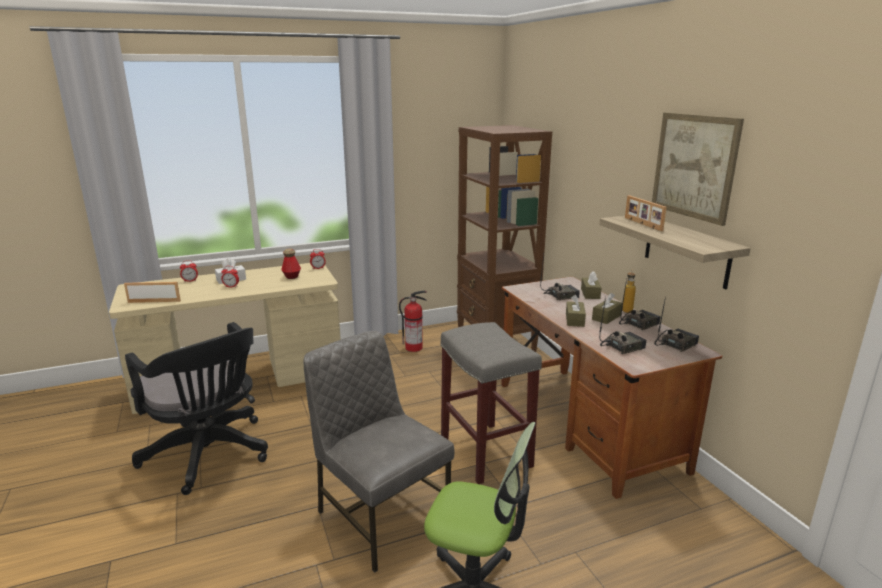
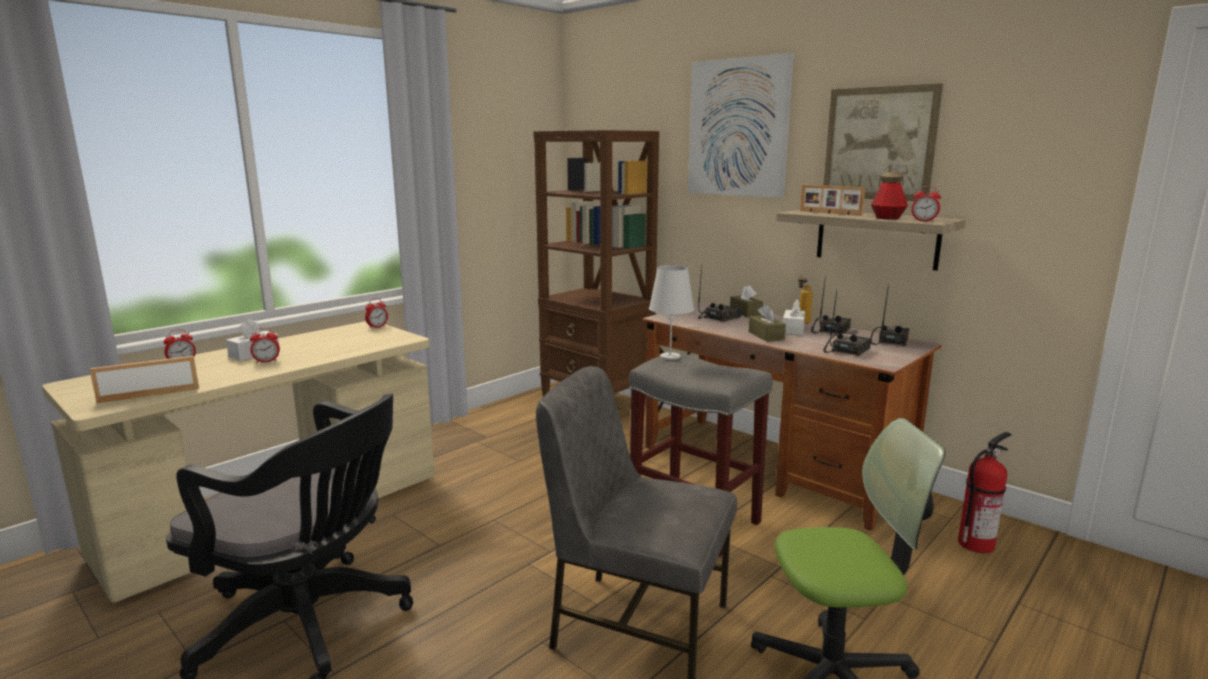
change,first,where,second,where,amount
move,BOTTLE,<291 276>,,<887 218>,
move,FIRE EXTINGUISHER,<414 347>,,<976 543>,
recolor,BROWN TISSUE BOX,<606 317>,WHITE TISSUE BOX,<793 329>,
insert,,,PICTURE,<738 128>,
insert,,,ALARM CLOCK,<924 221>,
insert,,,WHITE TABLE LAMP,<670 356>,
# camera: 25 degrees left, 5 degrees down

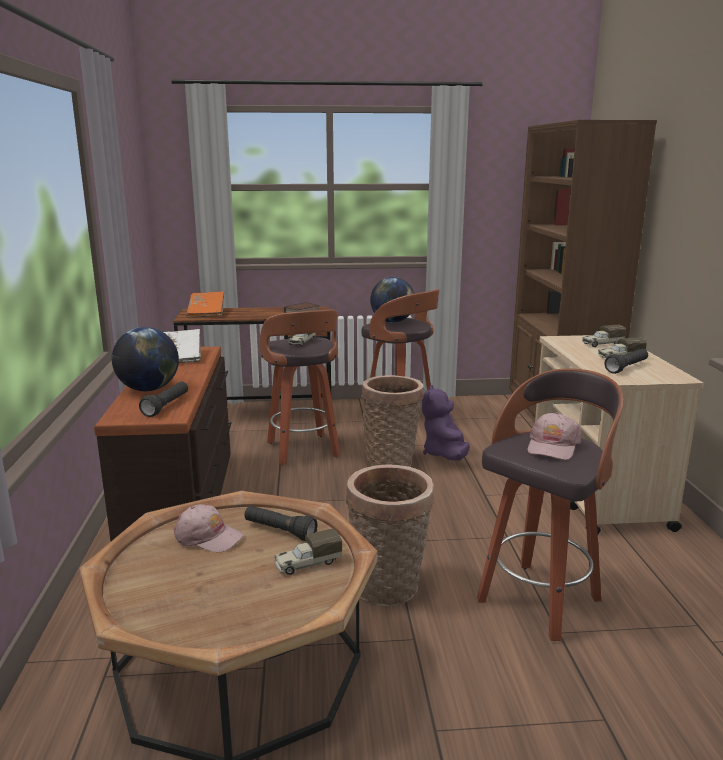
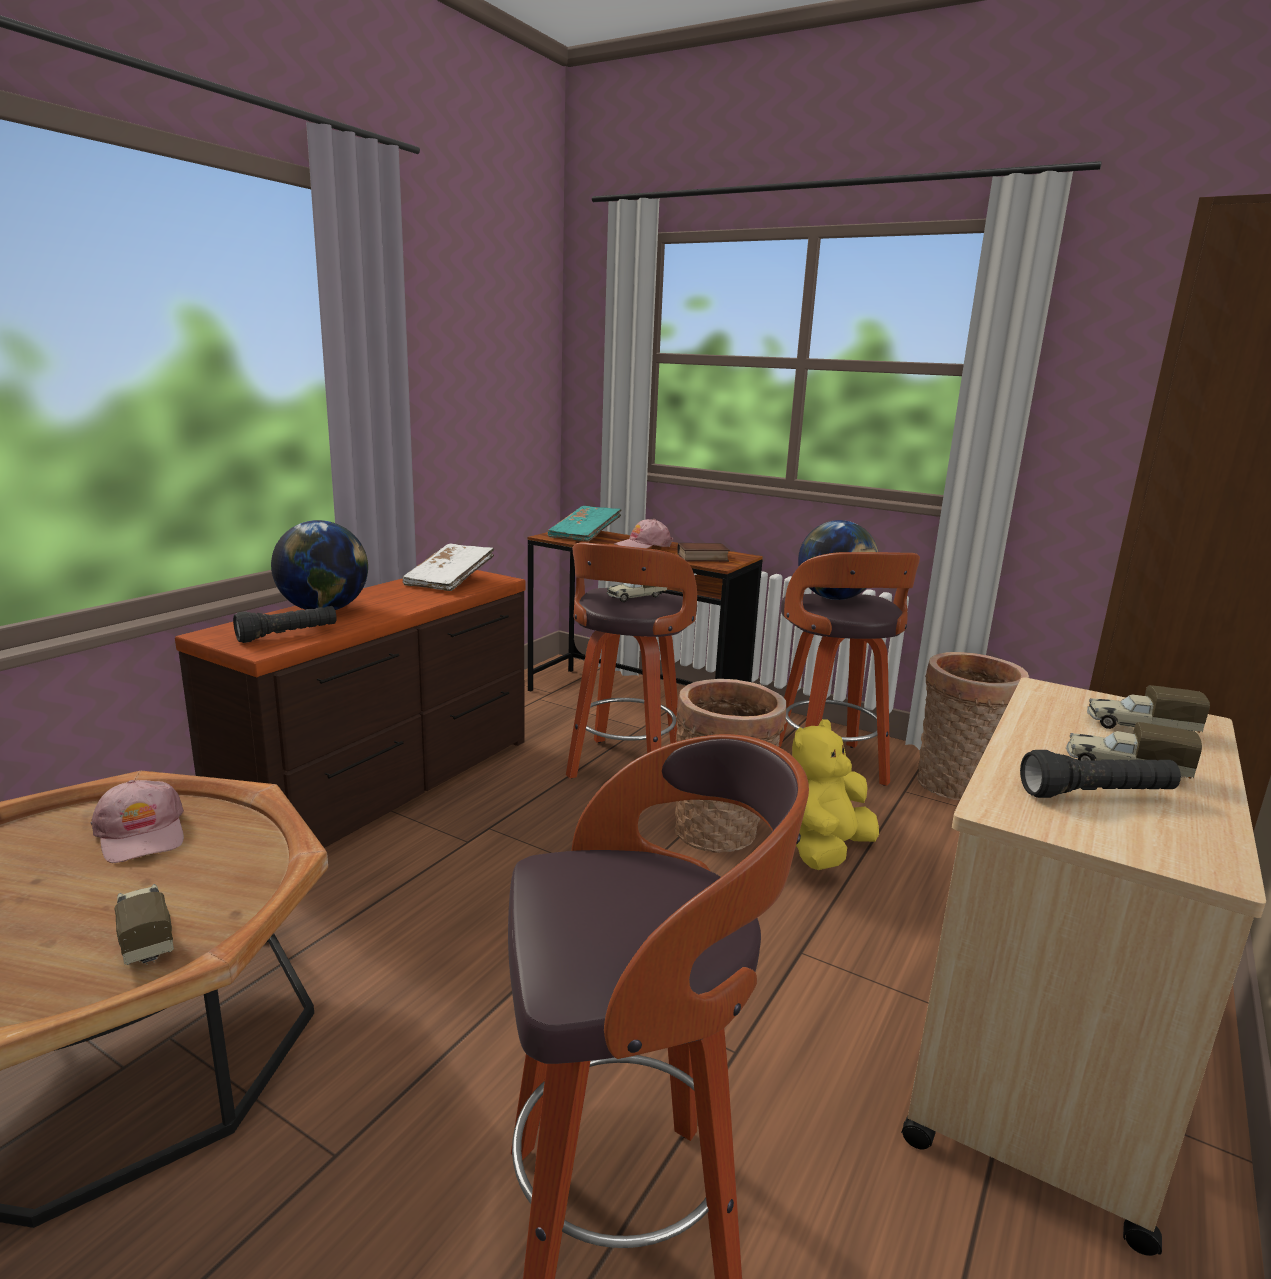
change,first,where,second,where,amount
recolor,ORANGE BOOK,<206 313>,TURQUOISE BOOK,<584 535>,
recolor,PURPLE PLUSH TOY,<445 454>,YELLOW PLUSH TOY,<826 850>,
move,PINK CAP,<552 446>,,<643 546>,
move,BASKET,<389 588>,,<957 787>,
delete,BLACK FLASHLIGHT,<279 531>,,,
rotate,TOY TRUCK,<307 564>,,<145 935>,45 degrees clockwise
# camera: 35 degrees right, 0 degrees up

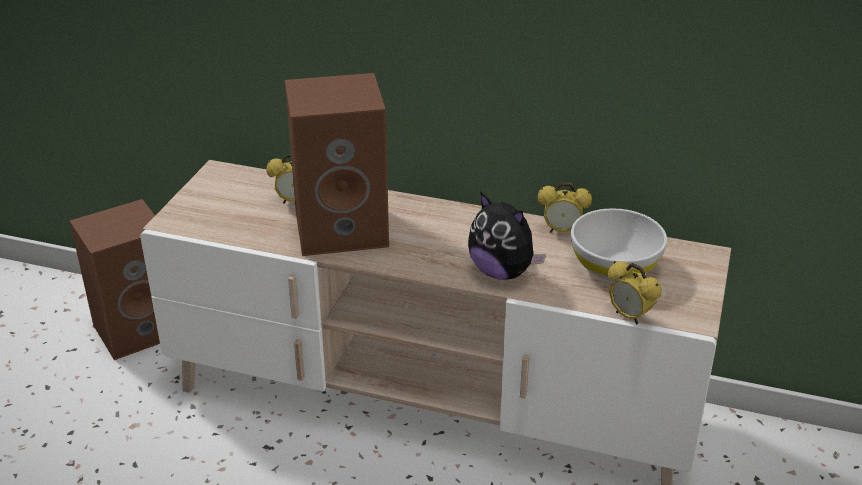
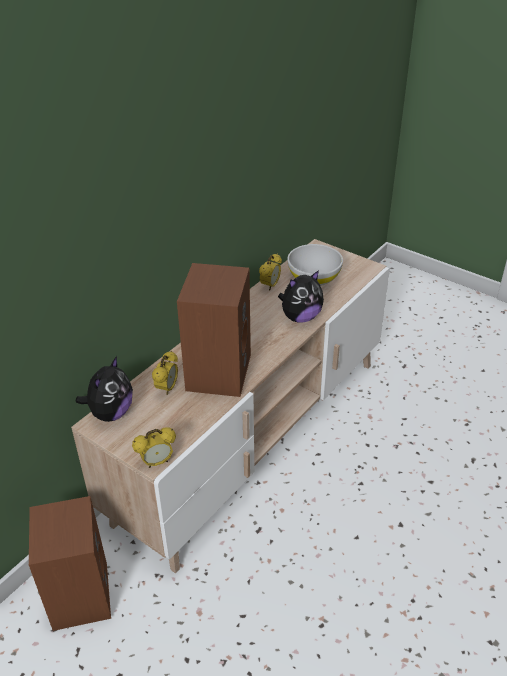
change,first,where,second,where,amount
move,ALARM CLOCK,<629 316>,,<157 462>,
insert,,,PLUSH TOY,<110 413>,
# camera: 70 degrees left, 5 degrees up

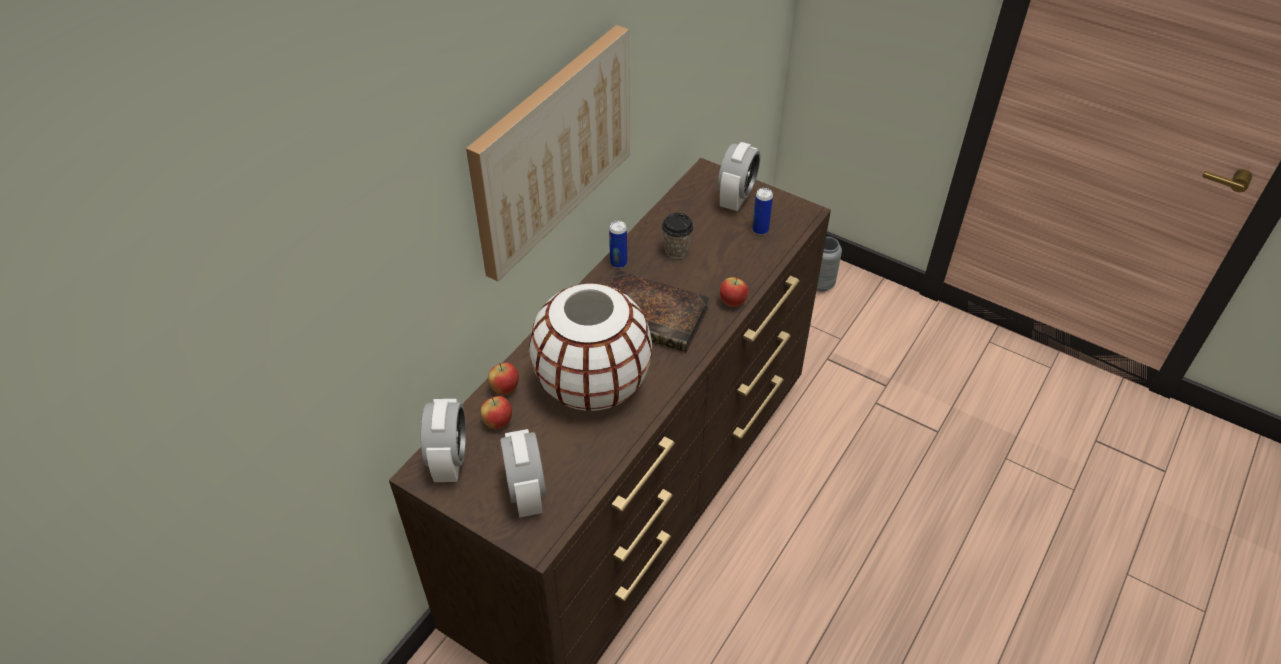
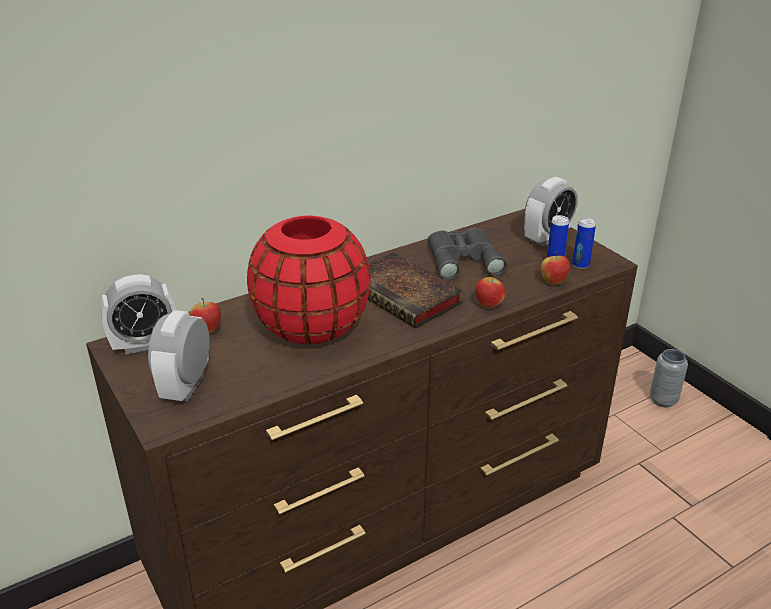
change,first,where,second,where,amount
delete,PICTURE,<551 149>,,,
replace,CUP,<676 251>,GREY BINOCULARS,<463 258>,
move,CAN,<618 263>,,<580 265>,
recolor,WHITE VASE,<592 383>,RED VASE,<312 327>,
move,APPLE,<505 389>,,<553 282>,
rotate,ALARM CLOCK,<450 460>,,<145 344>,45 degrees clockwise
# camera: 25 degrees right, 15 degrees down

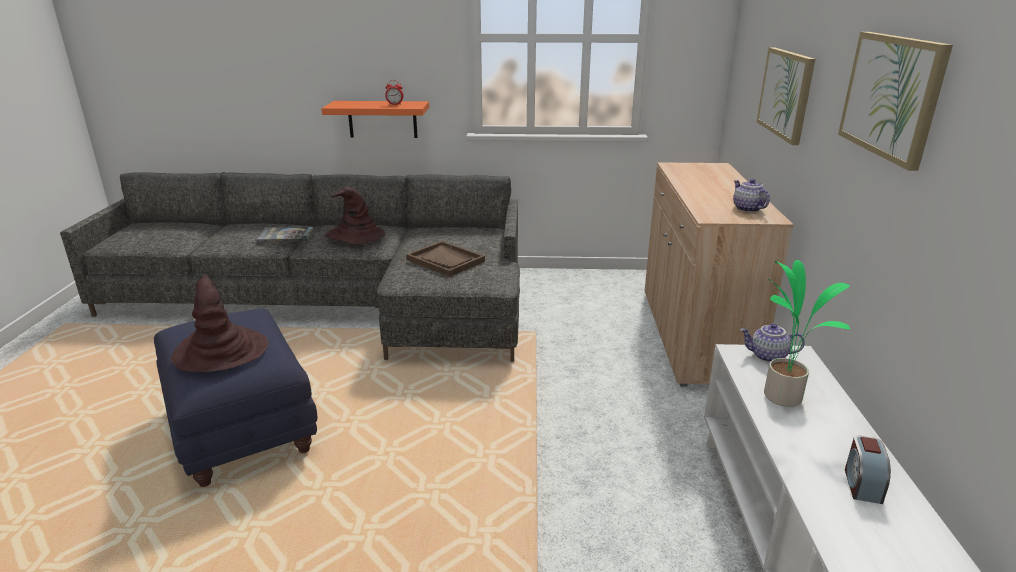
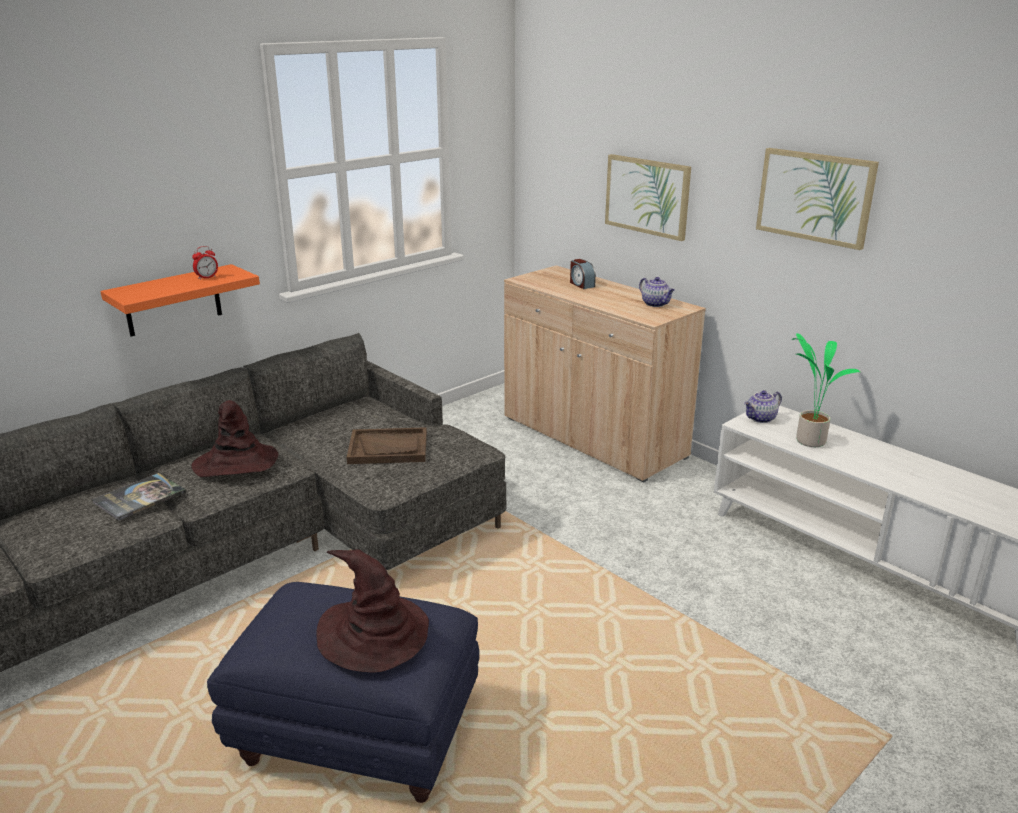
change,first,where,second,where,amount
rotate,TEAPOT,<747 208>,,<656 304>,150 degrees counterclockwise
move,ALARM CLOCK,<862 484>,,<581 284>,
# camera: 45 degrees left, 0 degrees up

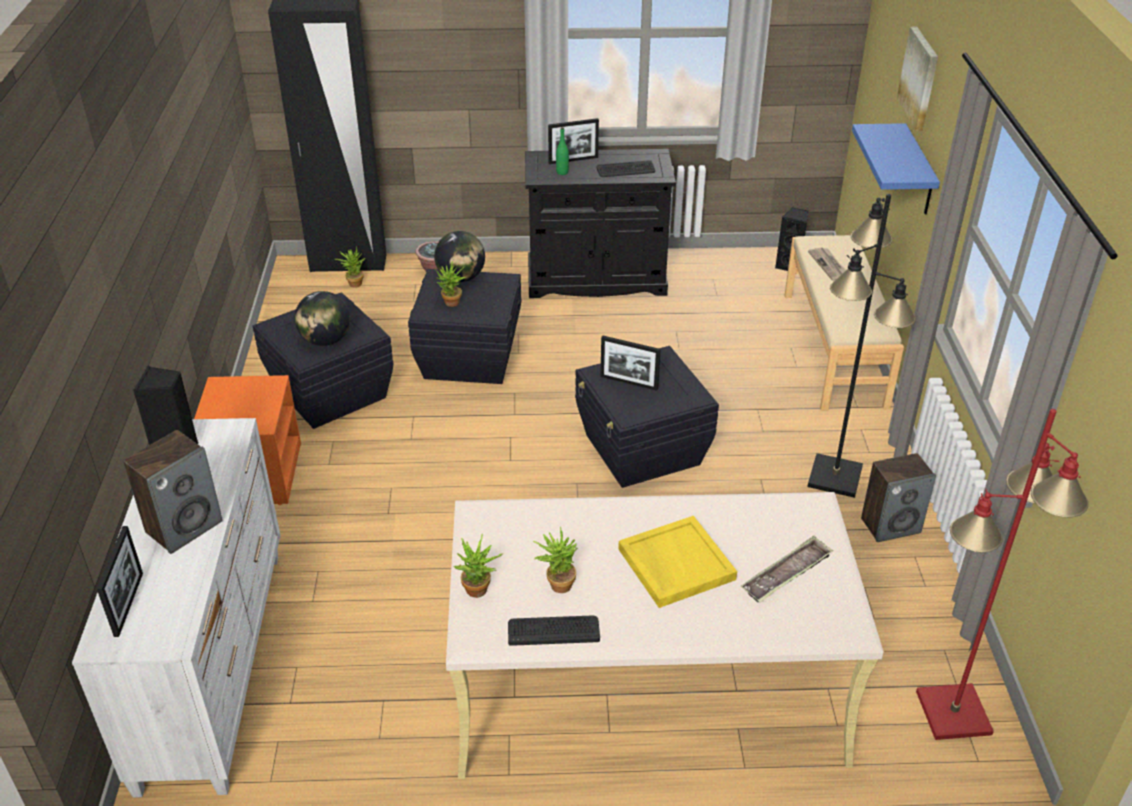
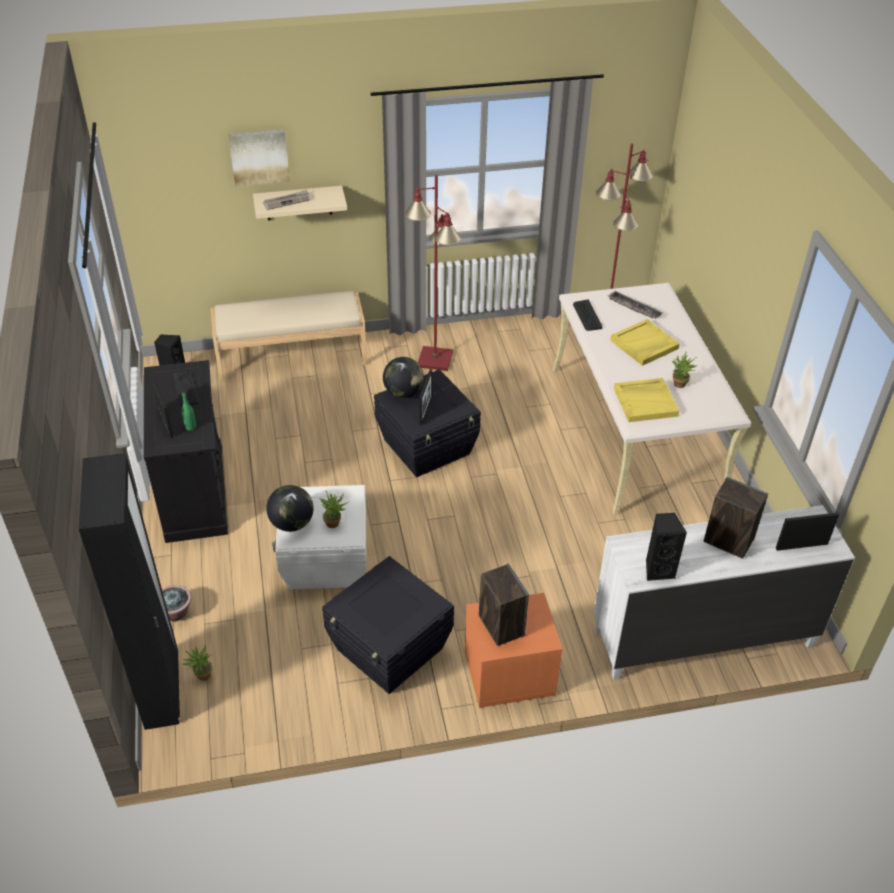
change,first,where,second,where,amount
recolor,BLUE SHELF,<918 171>,BEIGE SHELF,<299 203>,
recolor,BLACK FLOOR LAMP,<835 476>,RED FLOOR LAMP,<434 359>,
move,NEWSPAPER,<829 265>,,<287 201>,
recolor,BLACK STORAGE BOX,<468 357>,WHITE STORAGE BOX,<324 561>,
move,GLOBE,<325 340>,,<403 392>,
move,SPEAKER,<890 525>,,<500 625>,
delete,POTTED PLANT,<479 592>,,,
move,KEYBOARD,<553 630>,,<587 316>,
insert,,,YELLOW TRAY,<645 402>,
# camera: 100 degrees left, 5 degrees up

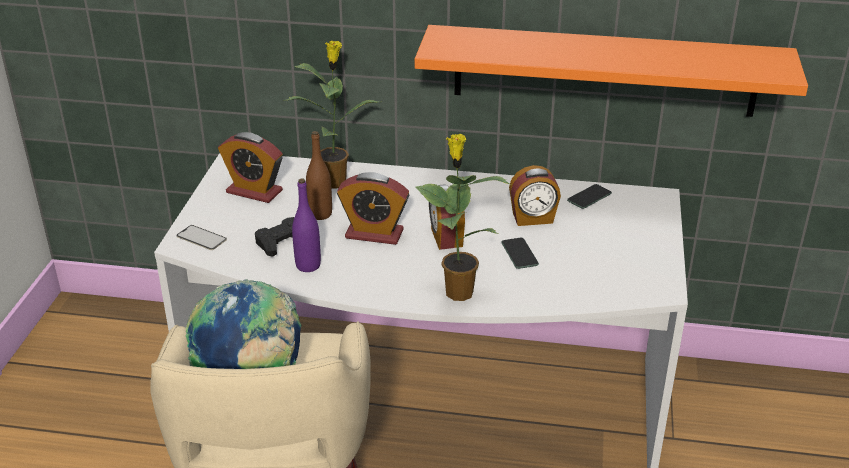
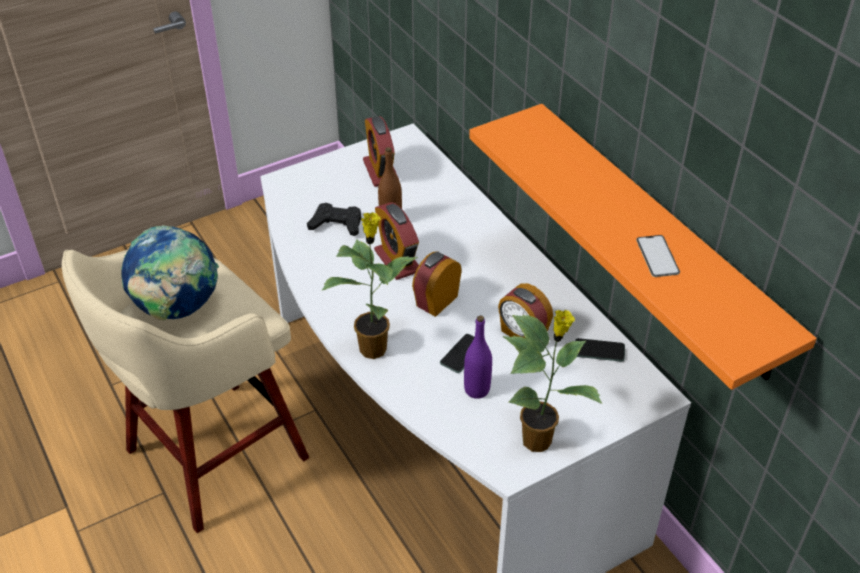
change,first,where,second,where,amount
move,POTTED PLANT,<335 181>,,<539 440>,
move,PURPLE BOTTLE,<308 265>,,<477 389>,
move,PHONE,<201 238>,,<657 256>,
# camera: 50 degrees right, 10 degrees up

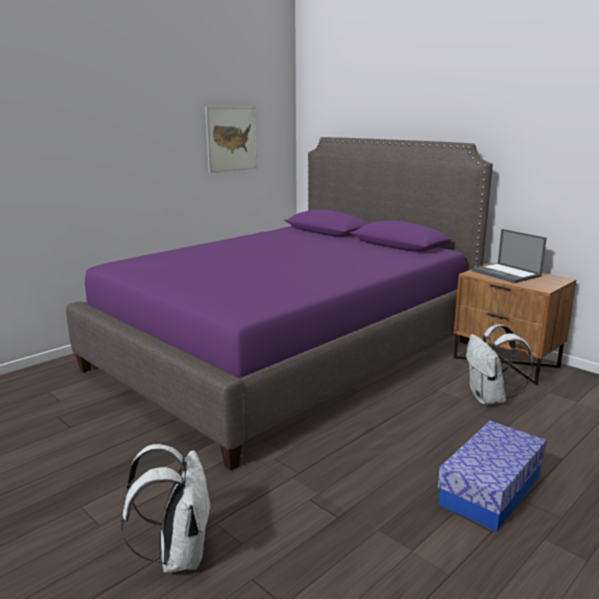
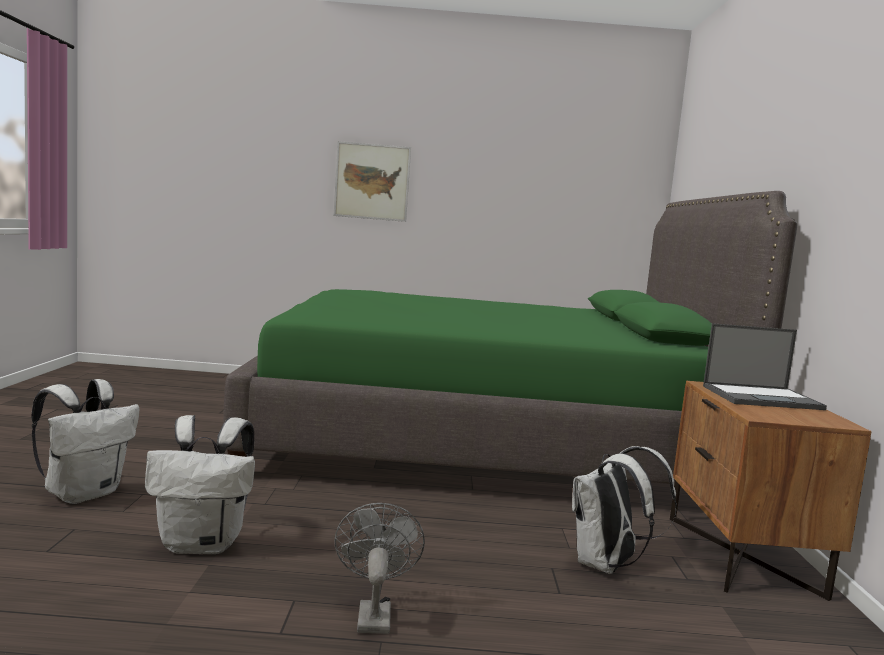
change,first,where,second,where,amount
move,PICTURE,<232 139>,,<372 182>,
recolor,PURPLE BED,<286 355>,GREEN BED,<481 442>,
rotate,LAPTOP,<507 273>,,<762 397>,105 degrees counterclockwise
replace,STORAGE BOX,<490 490>,GREY FAN,<373 613>,
insert,,,WHITE BACKPACK,<203 544>,
# camera: 45 degrees right, 10 degrees down

